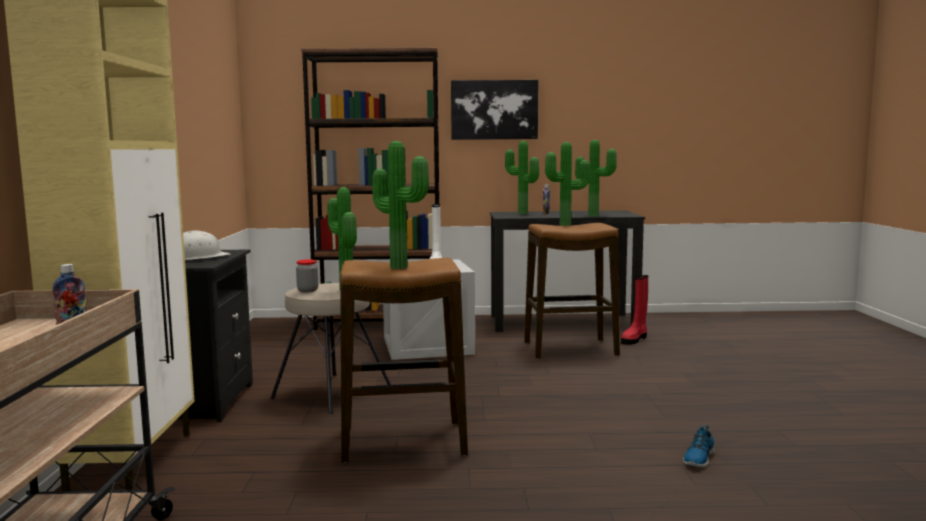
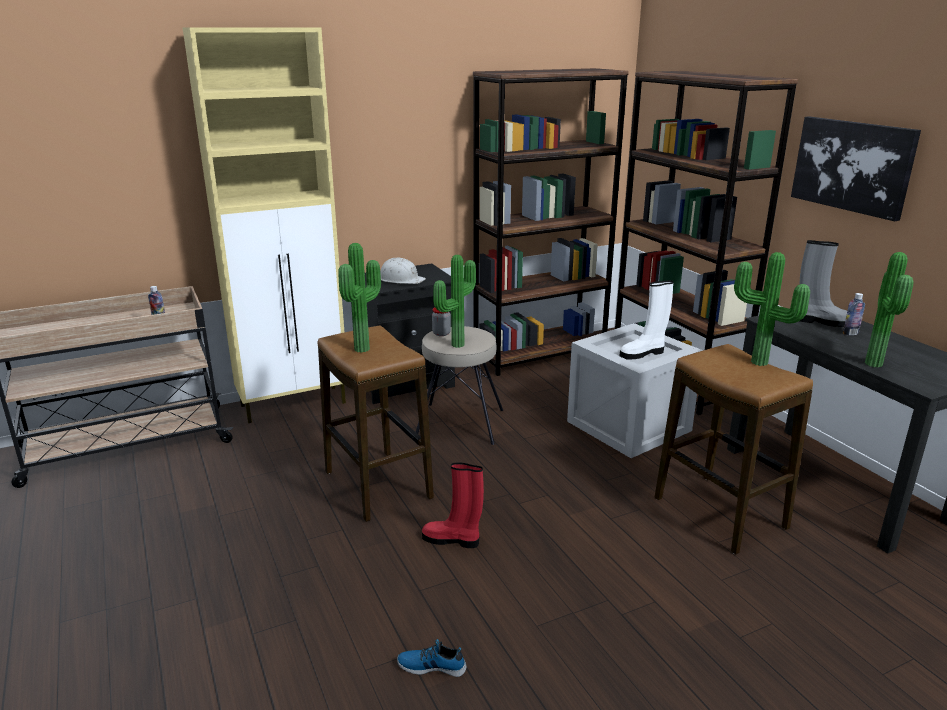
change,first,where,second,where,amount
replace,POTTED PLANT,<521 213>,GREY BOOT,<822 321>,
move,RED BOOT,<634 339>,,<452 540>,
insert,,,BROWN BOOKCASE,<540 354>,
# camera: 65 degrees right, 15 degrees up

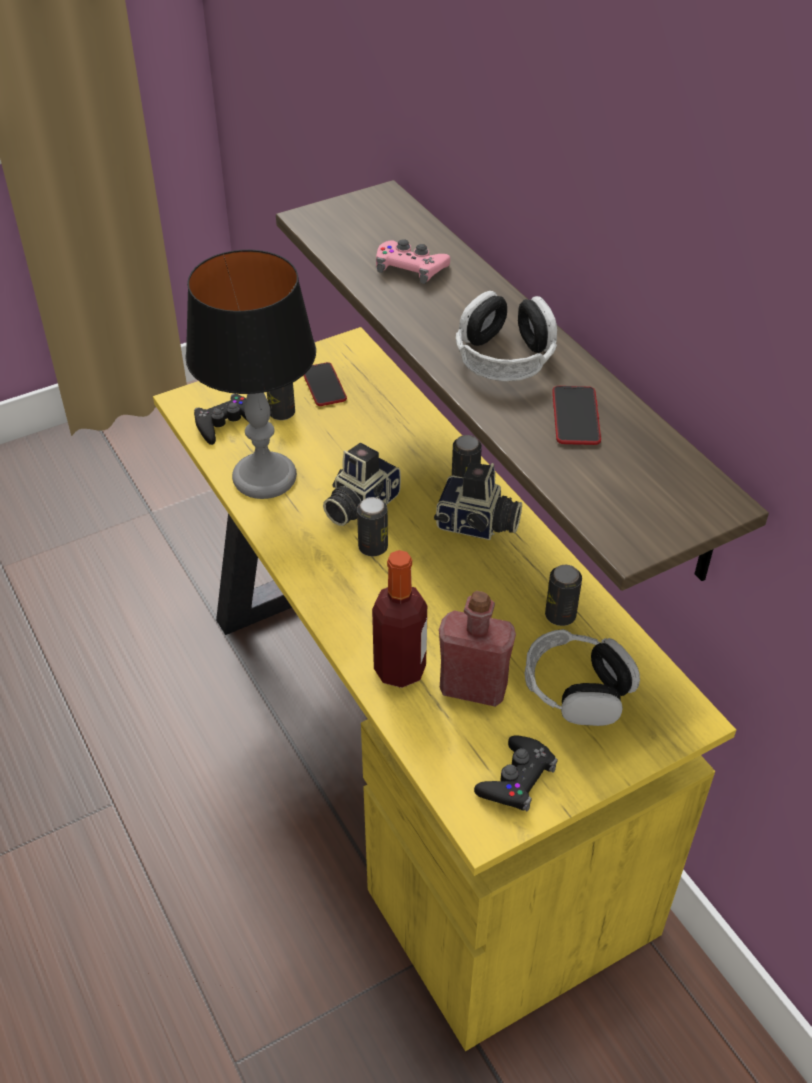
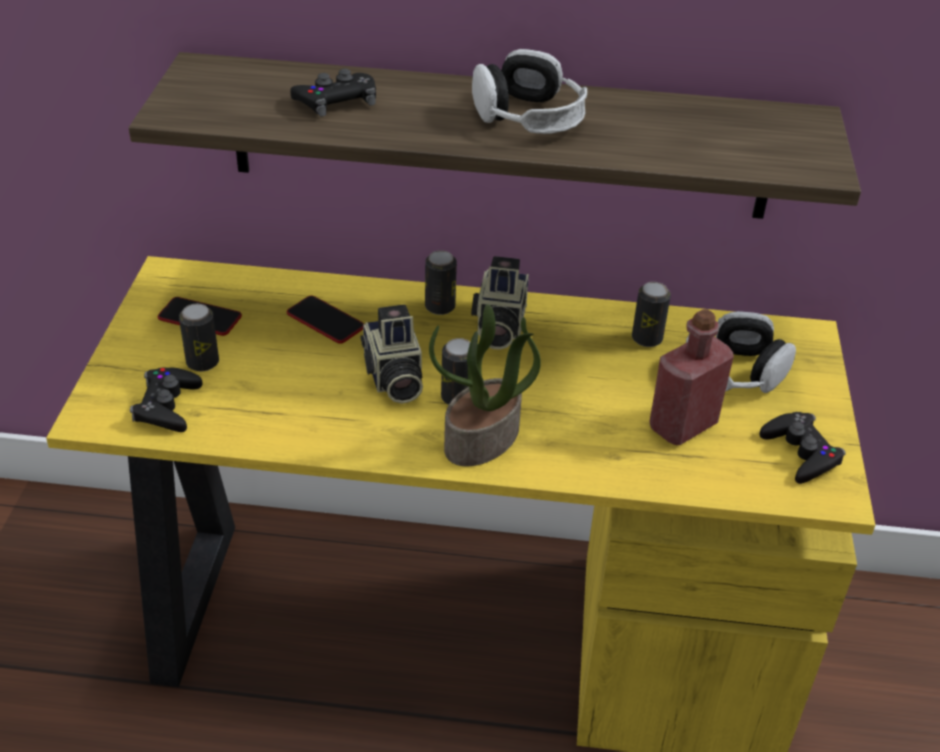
change,first,where,second,where,amount
recolor,PINK GAME CONTROLLER,<411 268>,BLACK GAME CONTROLLER,<336 101>,
delete,TABLE LAMP,<264 478>,,,
move,PHONE,<575 417>,,<325 321>,
rotate,PHOTO CAMERA,<477 525>,,<498 326>,135 degrees clockwise
delete,BOTTLE,<400 669>,,,
insert,,,POTTED PLANT,<482 440>,
# camera: 55 degrees left, 5 degrees down

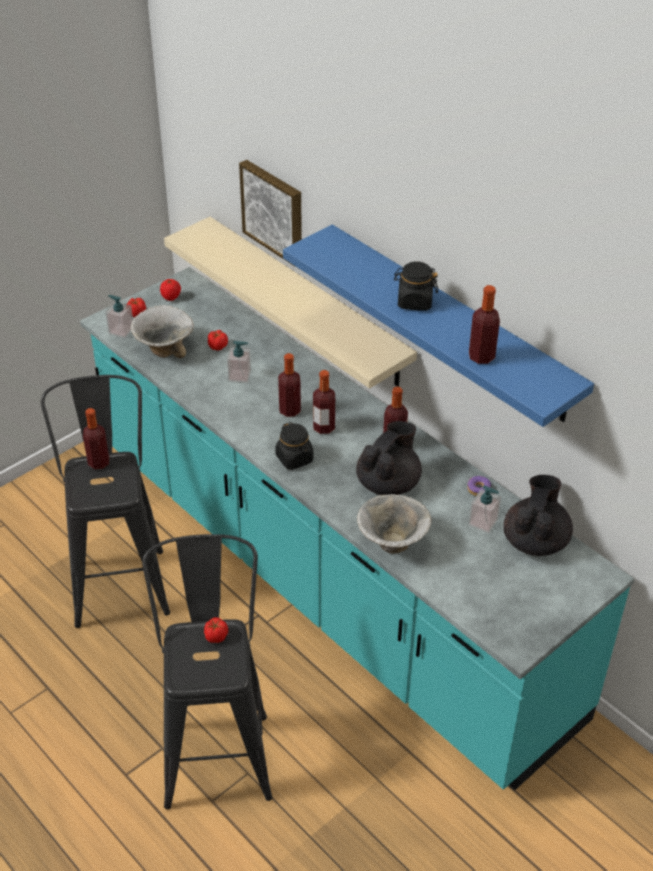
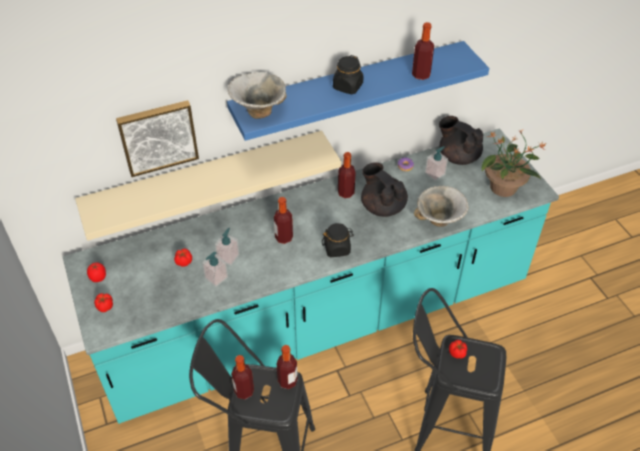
change,first,where,second,where,amount
move,SOAP DISPENSER,<121 330>,,<216 278>,
move,BOWL,<165 349>,,<259 111>,
move,BOTTLE,<324 427>,,<287 381>,
insert,,,POTTED PLANT,<504 188>,
# camera: 70 degrees left, 5 degrees up

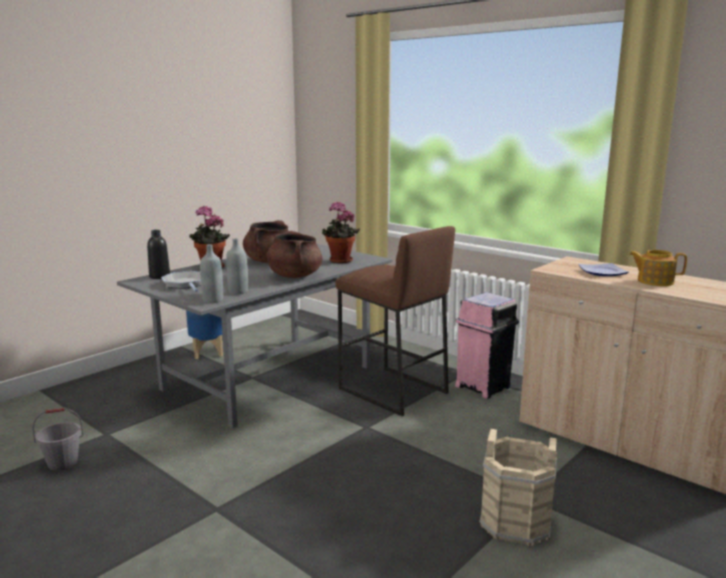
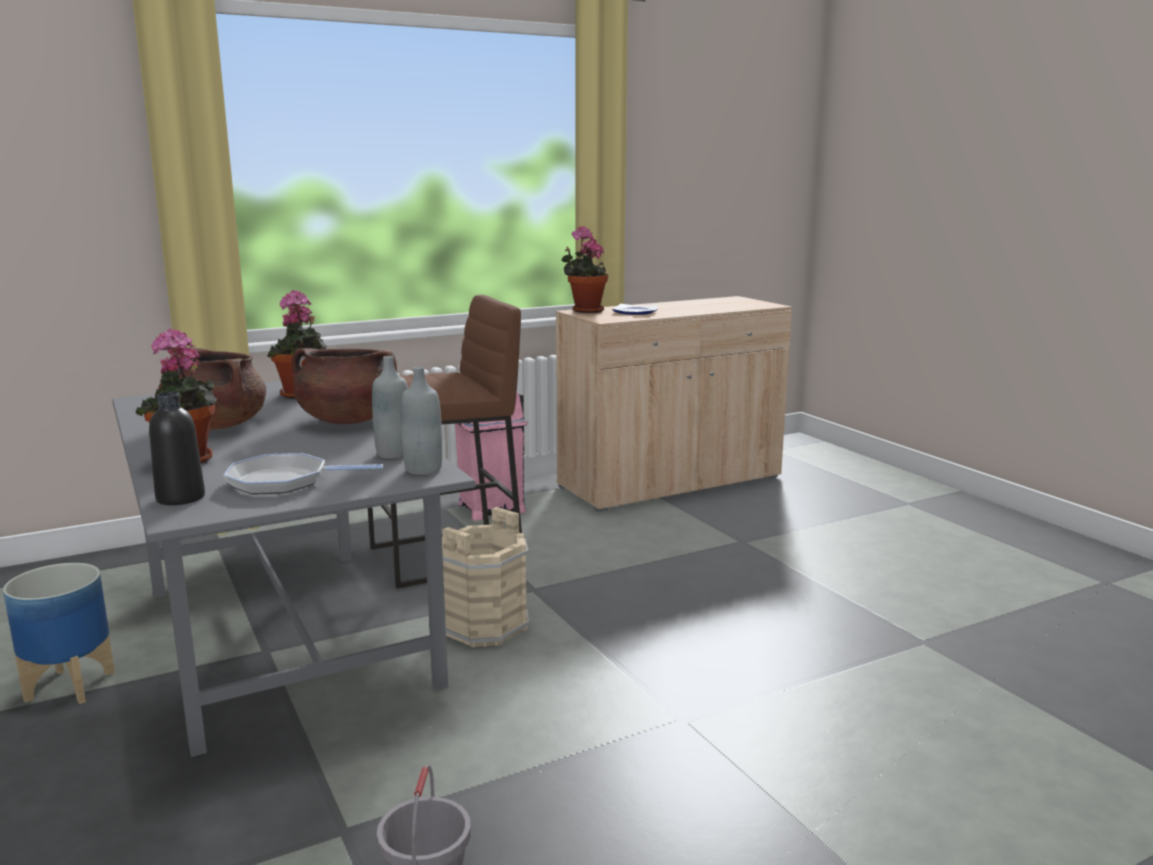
change,first,where,second,where,amount
delete,TEAPOT,<654 281>,,,
move,BEIGE BUCKET,<515 522>,,<485 625>,
insert,,,POTTED PLANT,<585 310>,
# camera: 70 degrees left, 0 degrees up

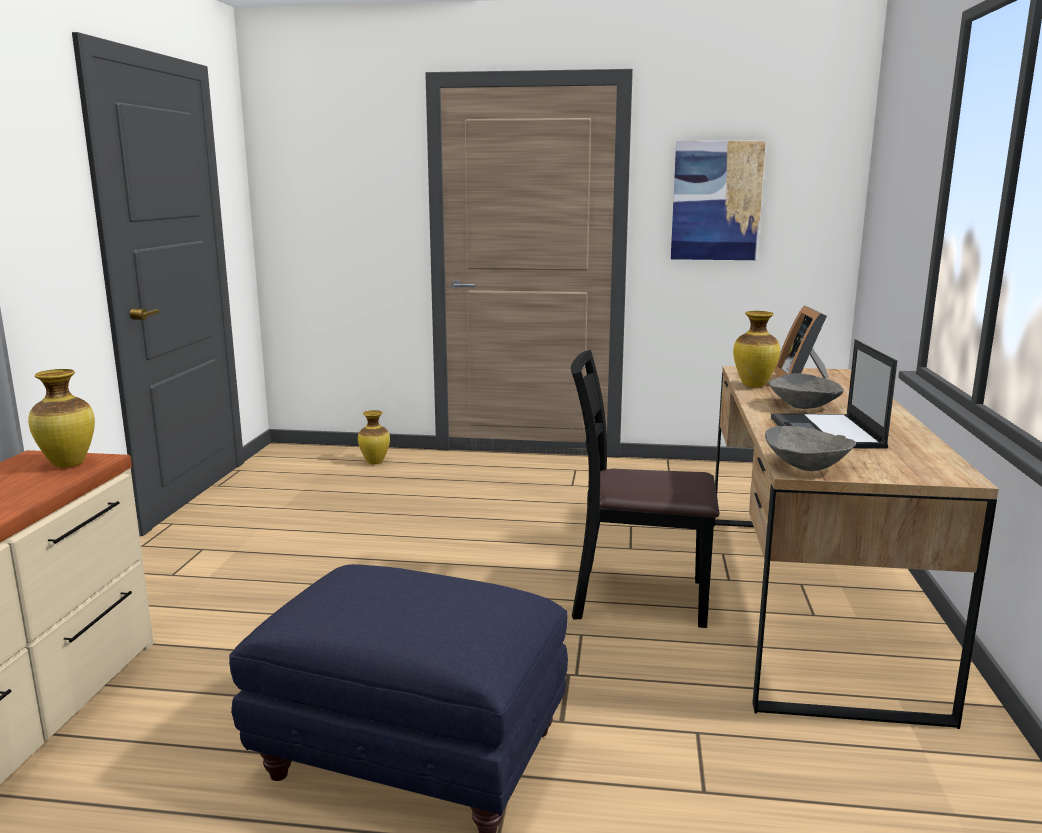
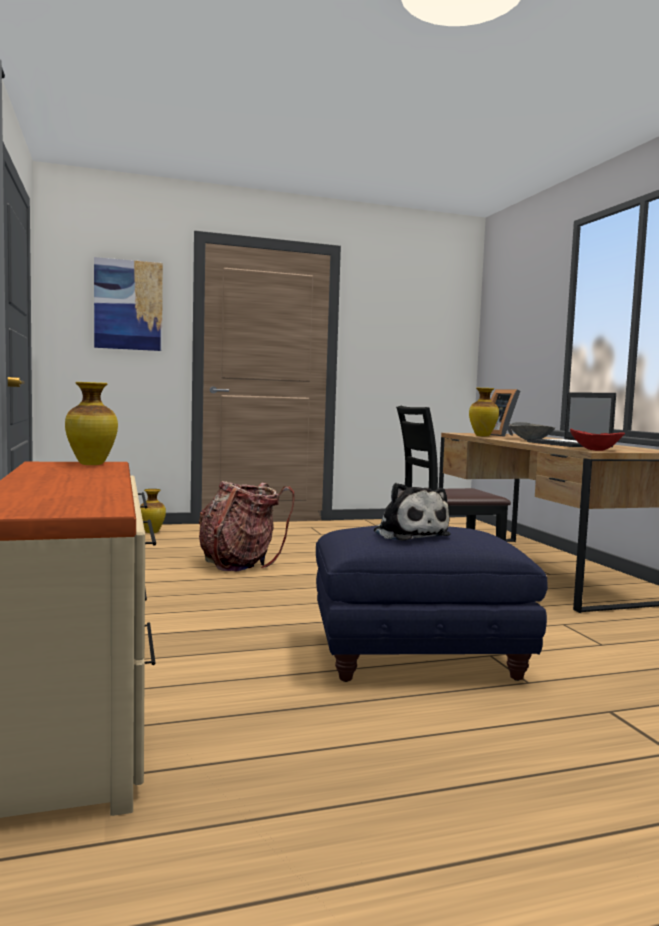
change,first,where,second,where,amount
move,PICTURE,<716 201>,,<128 305>,
recolor,GREY BOWL,<807 466>,RED BOWL,<594 450>,
insert,,,BACKPACK,<239 563>,
insert,,,PLUSH TOY,<409 534>,
# camera: 25 degrees left, 10 degrees down

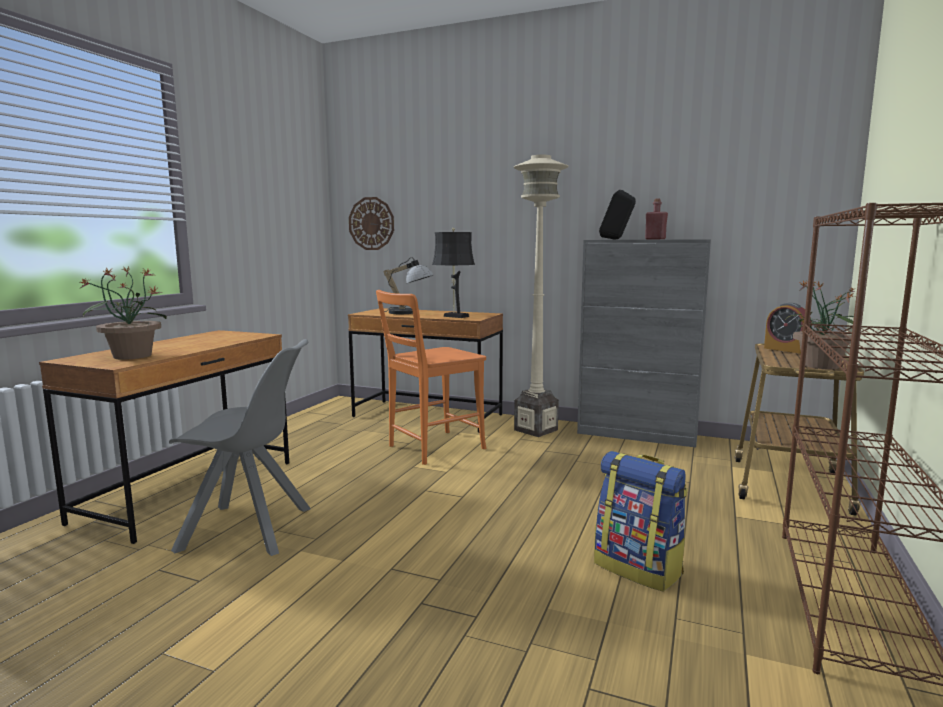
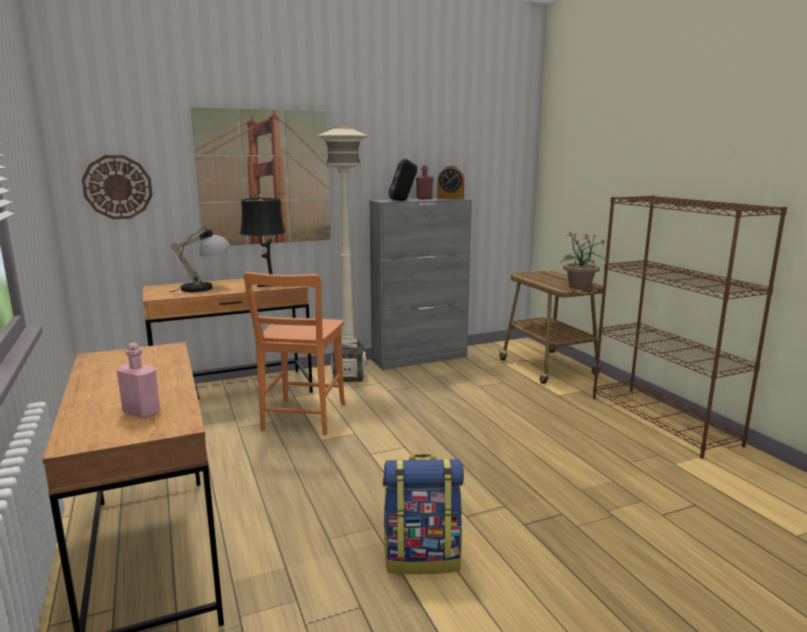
change,first,where,second,where,amount
replace,POTTED PLANT,<131 356>,PINK BOTTLE,<141 412>,
move,ALARM CLOCK,<786 350>,,<450 198>,
delete,GREY CHAIR,<250 529>,,,
move,BACKPACK,<639 568>,,<423 557>,
insert,,,PICTURE,<265 178>,
# camera: 45 degrees left, 5 degrees up

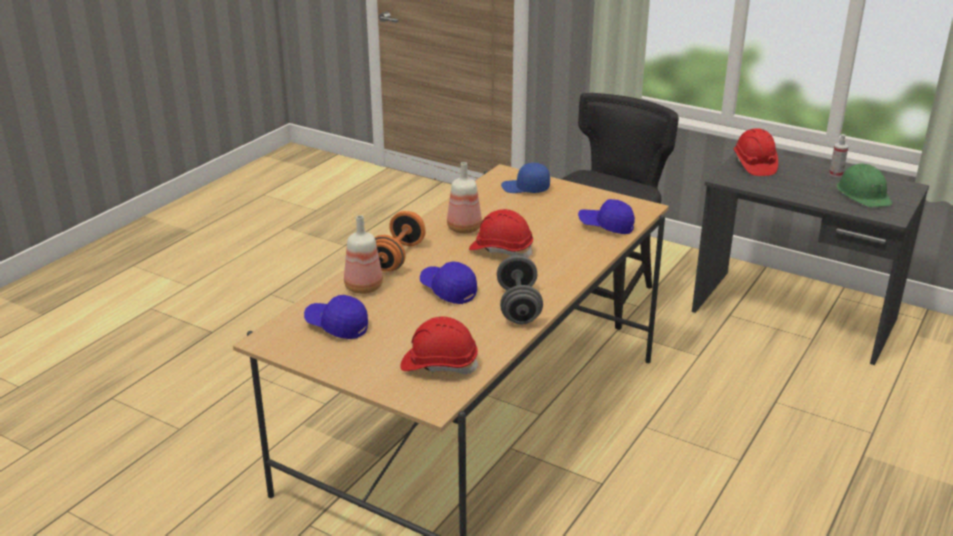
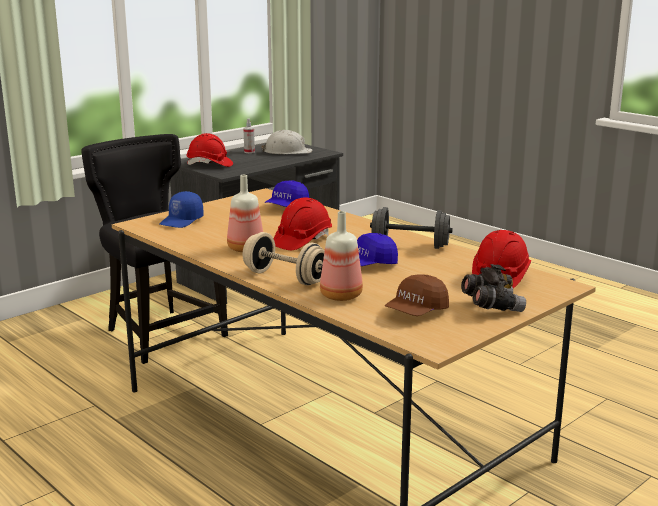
change,first,where,second,where,amount
recolor,GREEN HARD HAT,<863 194>,WHITE HARD HAT,<287 152>,
recolor,ORANGE DUMBBELL,<397 257>,BEIGE DUMBBELL,<285 278>,
recolor,BLUE CAP,<337 326>,BROWN CAP,<416 312>,
insert,,,GREY BINOCULARS,<491 307>,
# camera: 75 degrees left, 10 degrees down

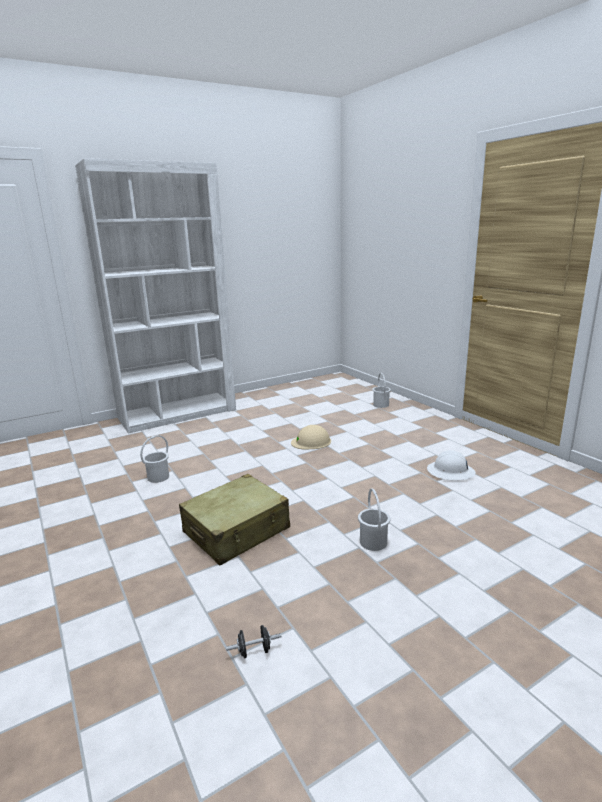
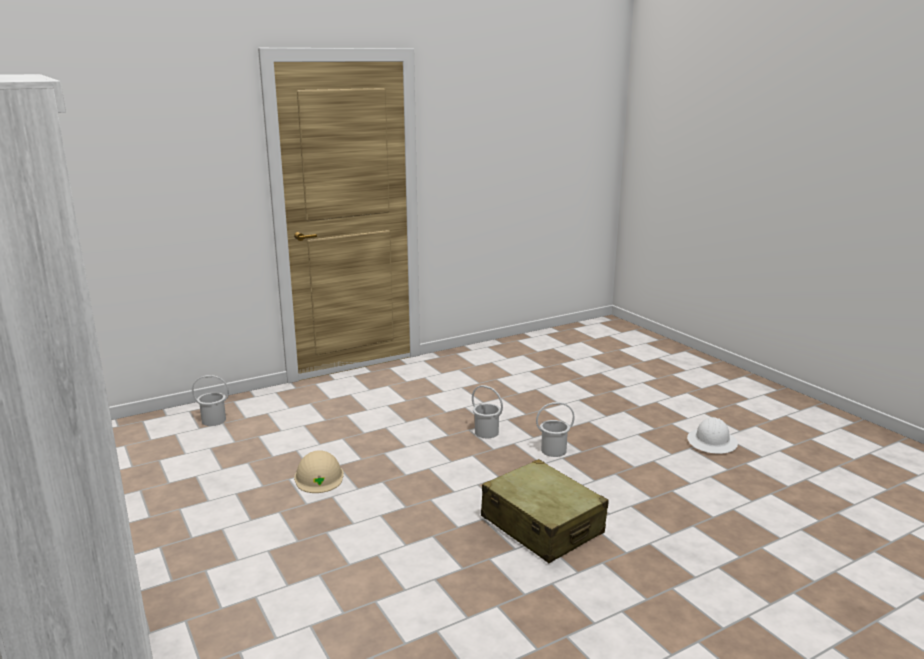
change,first,where,second,where,amount
move,WHITE BUCKET,<158 477>,,<486 433>,
move,WHITE HARD HAT,<450 472>,,<712 442>,
delete,BLACK DUMBBELL,<254 651>,,,
# camera: 90 degrees left, 0 degrees up

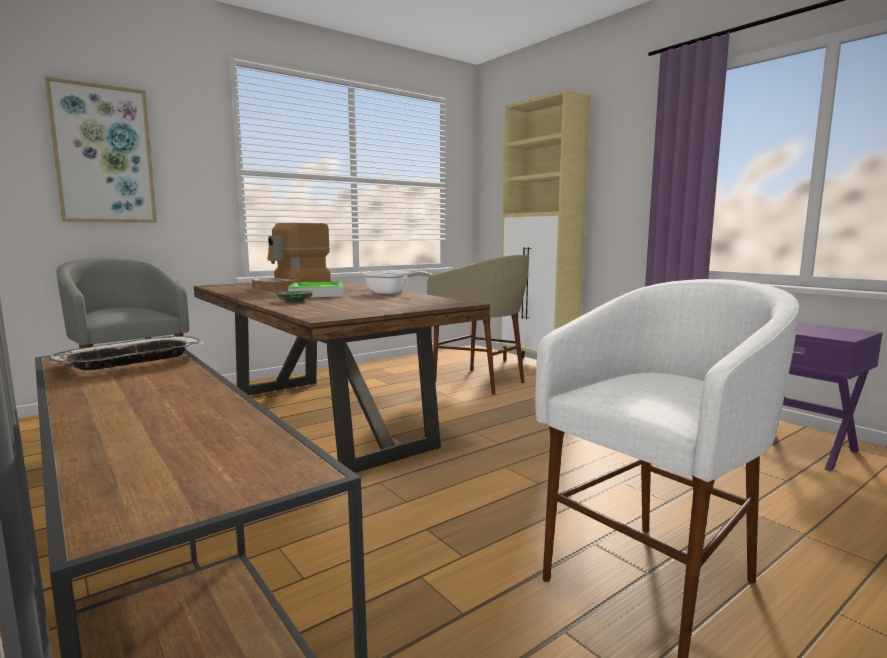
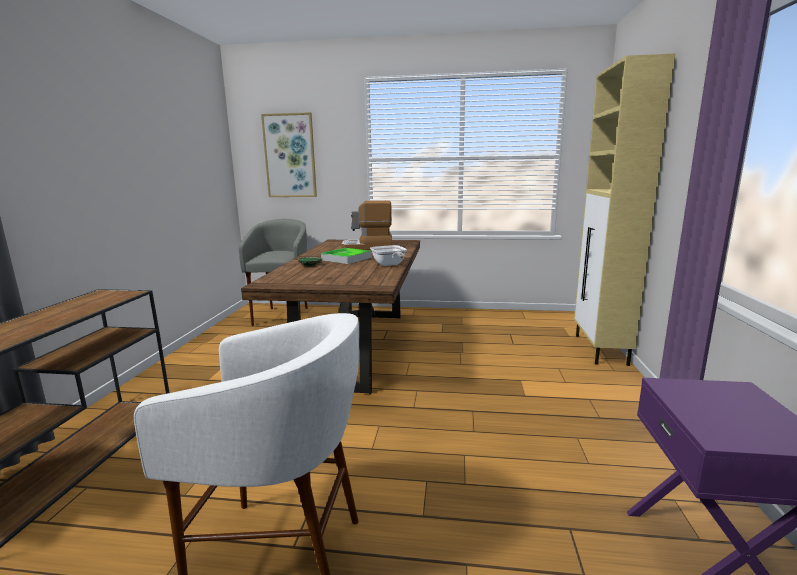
change,first,where,second,where,amount
delete,BEIGE STOOL,<480 382>,,,
delete,TRAY,<130 362>,,,
# camera: 45 degrees right, 5 degrees up

